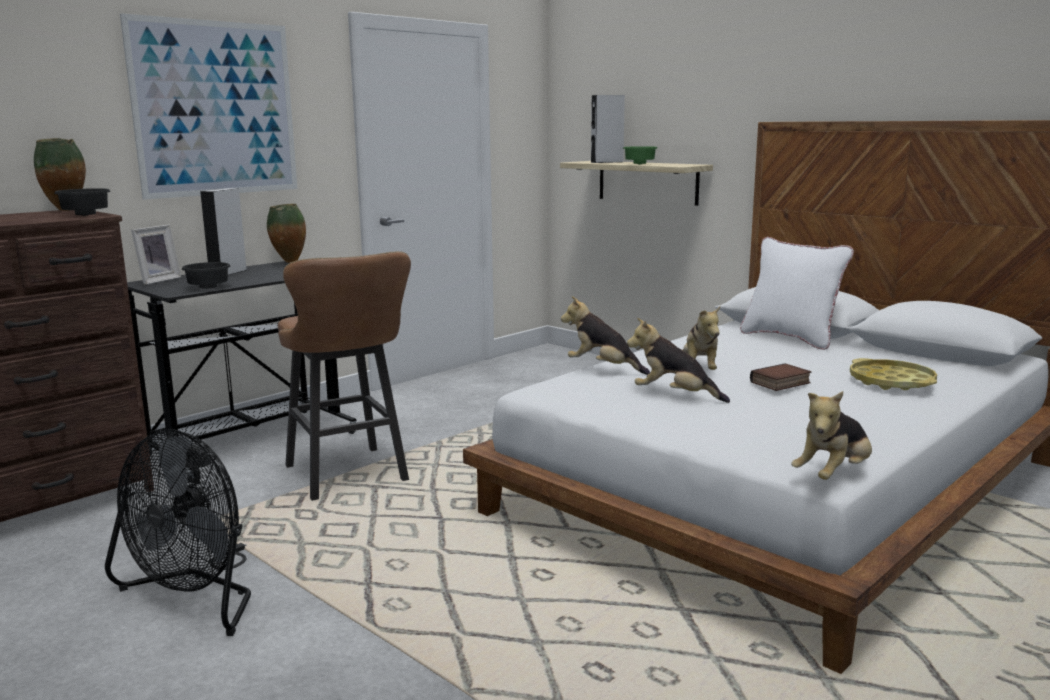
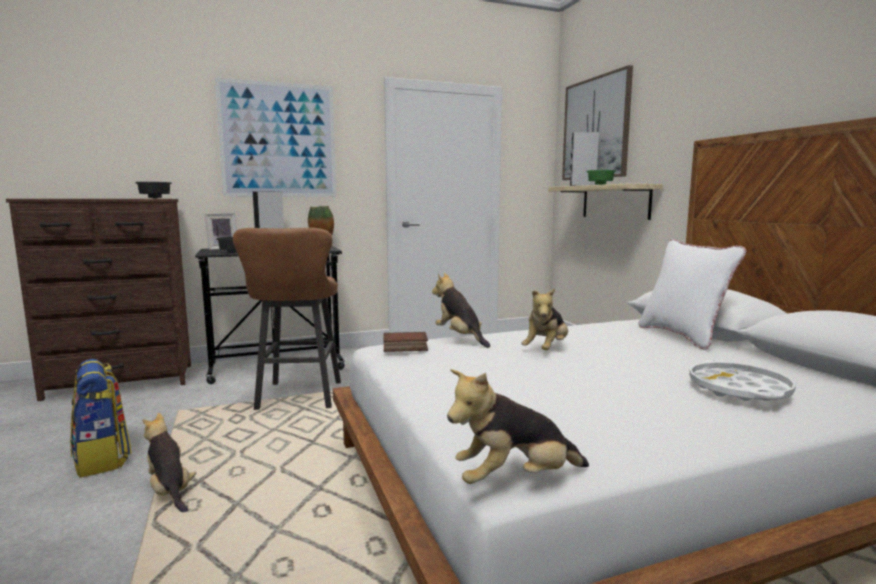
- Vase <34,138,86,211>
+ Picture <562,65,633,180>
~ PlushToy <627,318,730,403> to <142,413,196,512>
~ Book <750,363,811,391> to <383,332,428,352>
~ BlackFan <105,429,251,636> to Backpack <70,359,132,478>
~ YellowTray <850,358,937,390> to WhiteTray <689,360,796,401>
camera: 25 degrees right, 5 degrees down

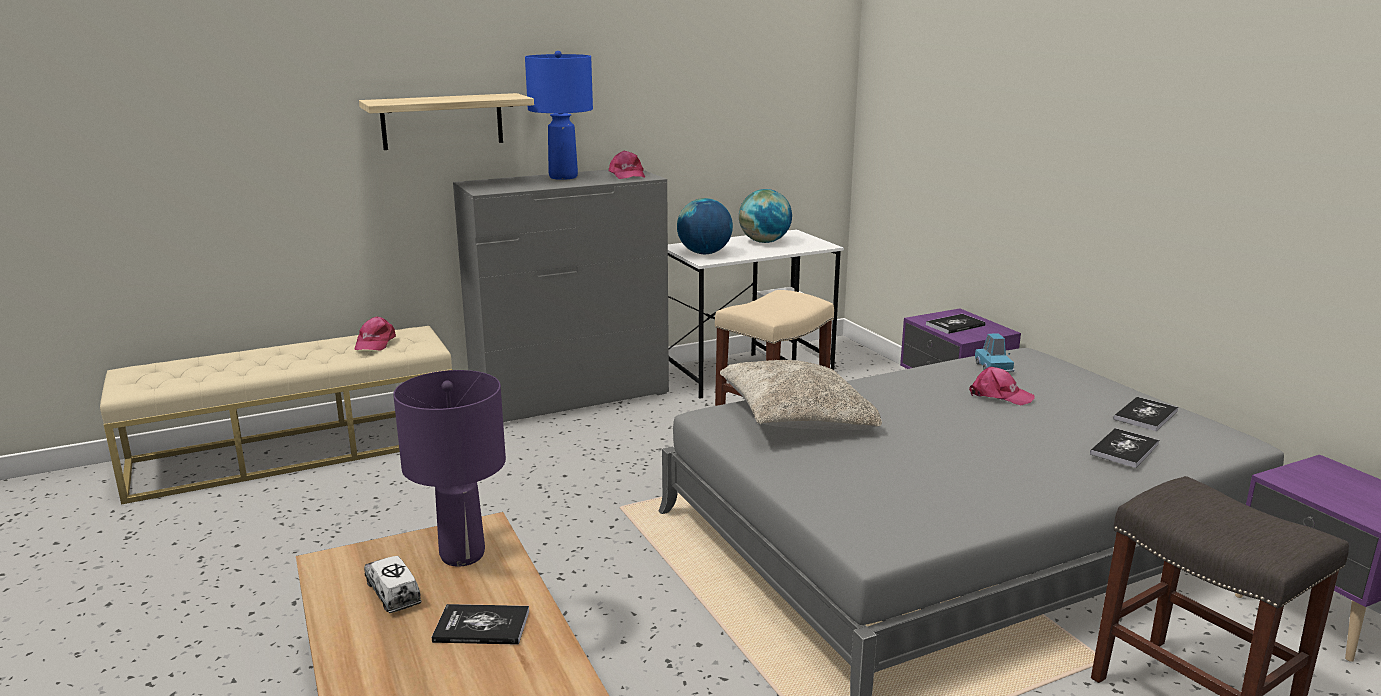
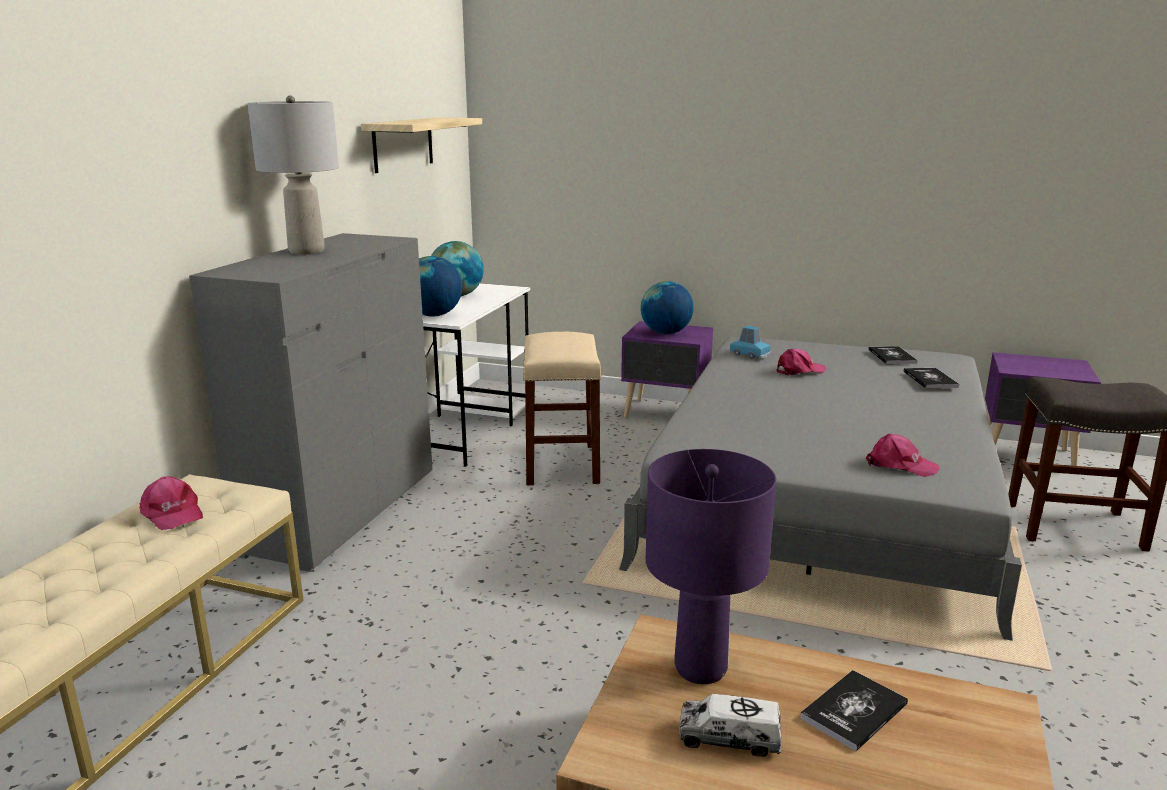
- BeigePillow <720,360,882,430>
~ Shelf <359,93,534,150> to <361,117,482,173>
~ PinkCap <608,151,645,179> to <866,434,939,477>
~ Book <926,314,986,334> to Globe <641,281,694,334>
~ BlueTableLamp <525,51,593,180> to GreyTableLamp <248,96,339,255>
camera: 45 degrees left, 0 degrees up

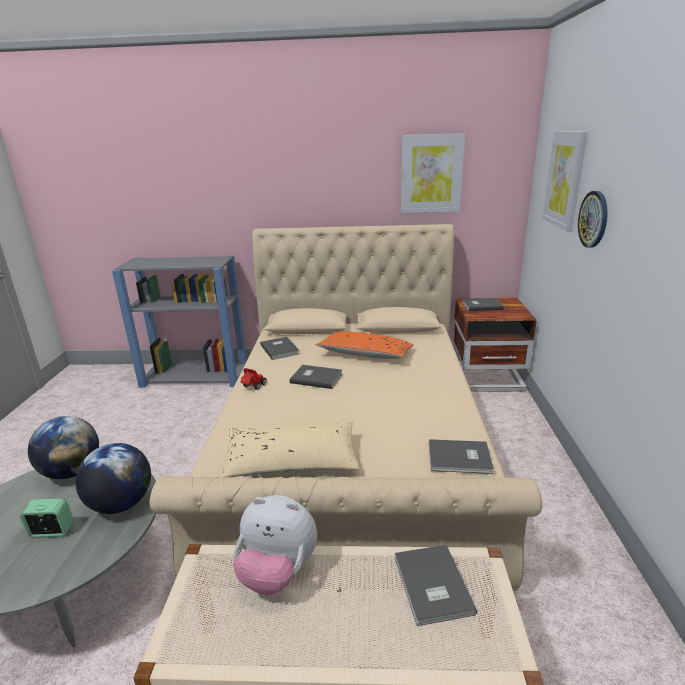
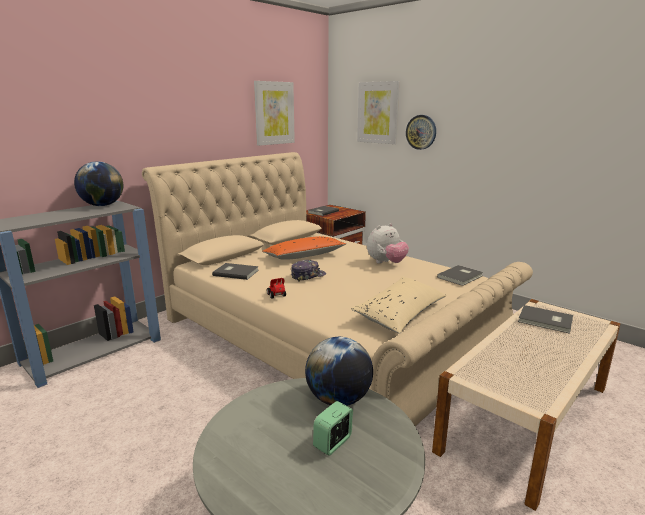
~ Globe <28,416,99,479> to <74,161,123,206>
~ PlushToy <233,495,317,595> to <367,223,409,264>
~ GreyBook <290,365,342,389> to Cap <291,260,326,282>
camera: 50 degrees left, 5 degrees down

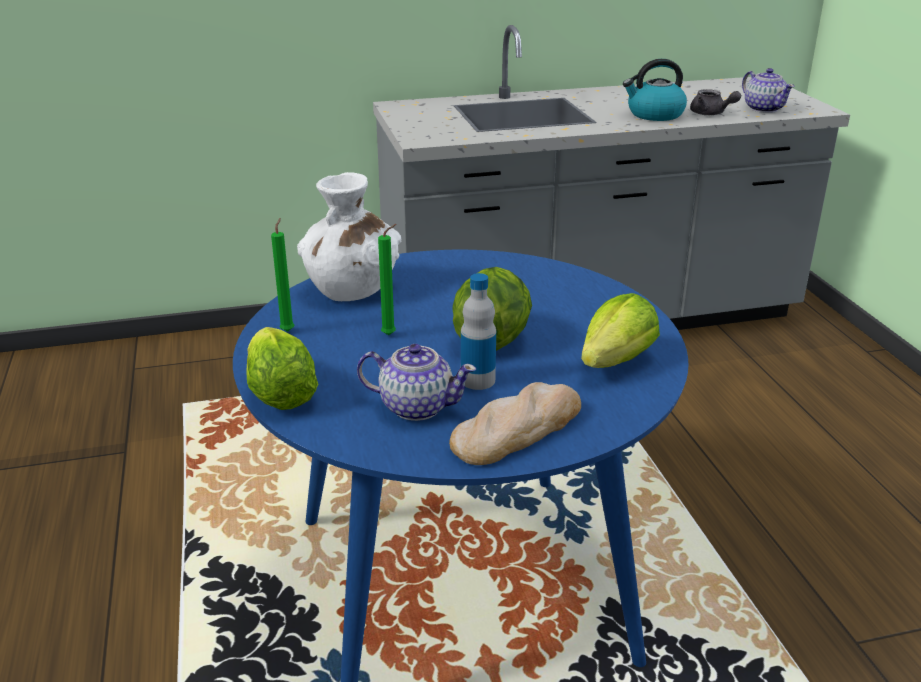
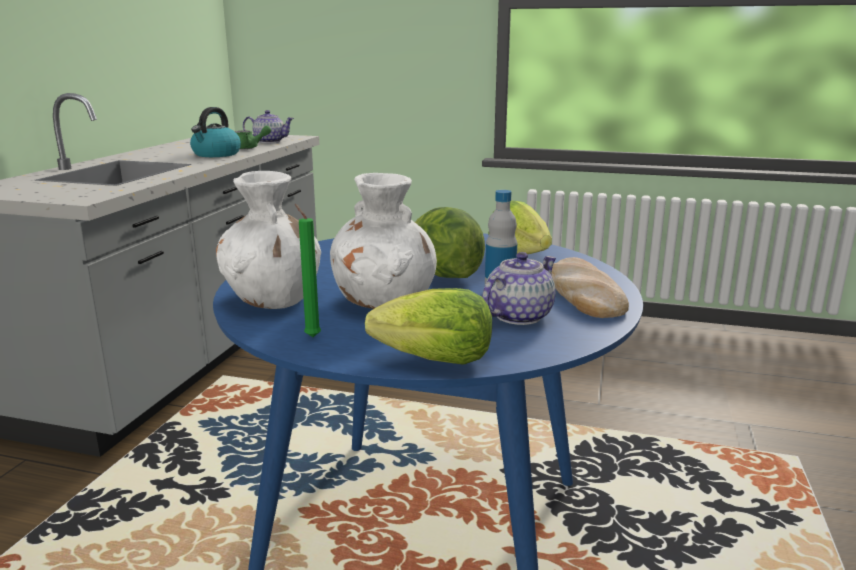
~ GreenCandle <378,224,397,335> to WhiteVase <330,173,437,309>
~ GreyTeapot <690,89,741,115> to GreenTeapot <235,126,271,150>
camera: 60 degrees left, 10 degrees down

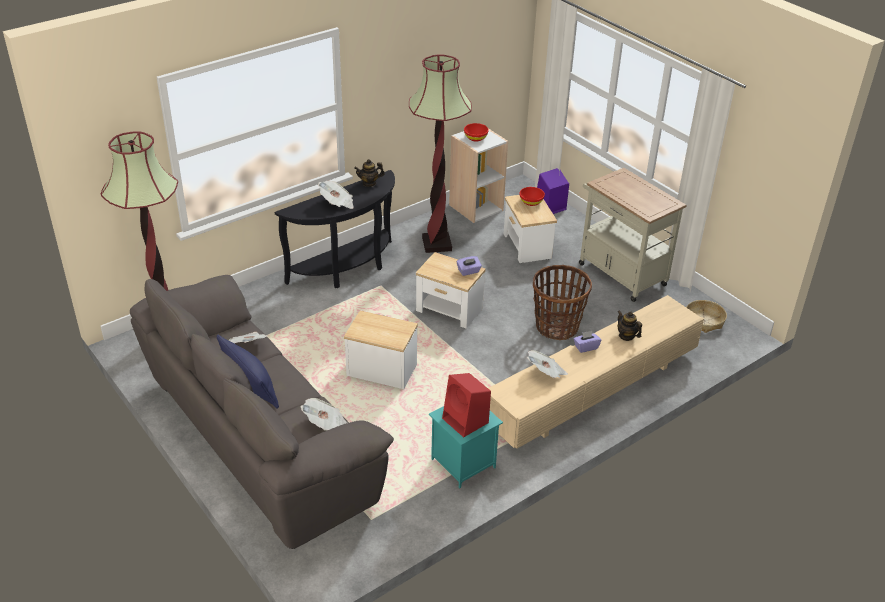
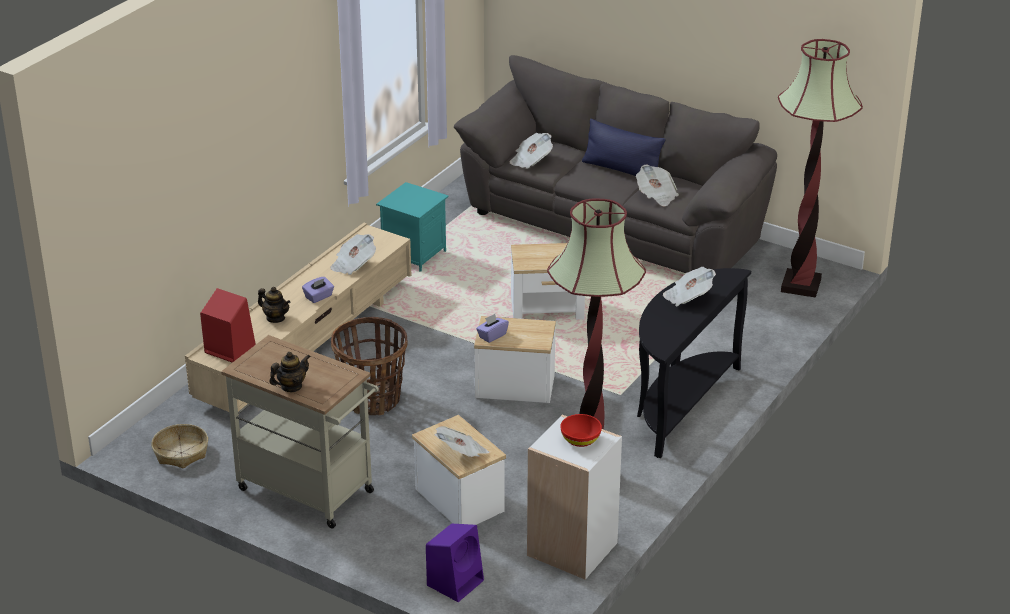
~ Teapot <354,159,385,187> to <269,352,311,392>
~ RedSpeaker <442,373,491,437> to <200,288,256,363>
~ RedBowl <520,187,545,206> to Newspaper <434,426,489,457>
camera: 160 degrees right, 5 degrees down

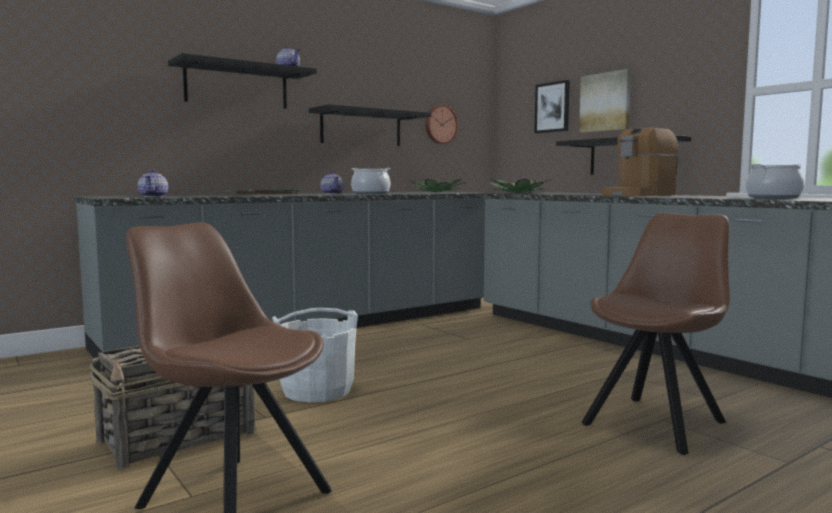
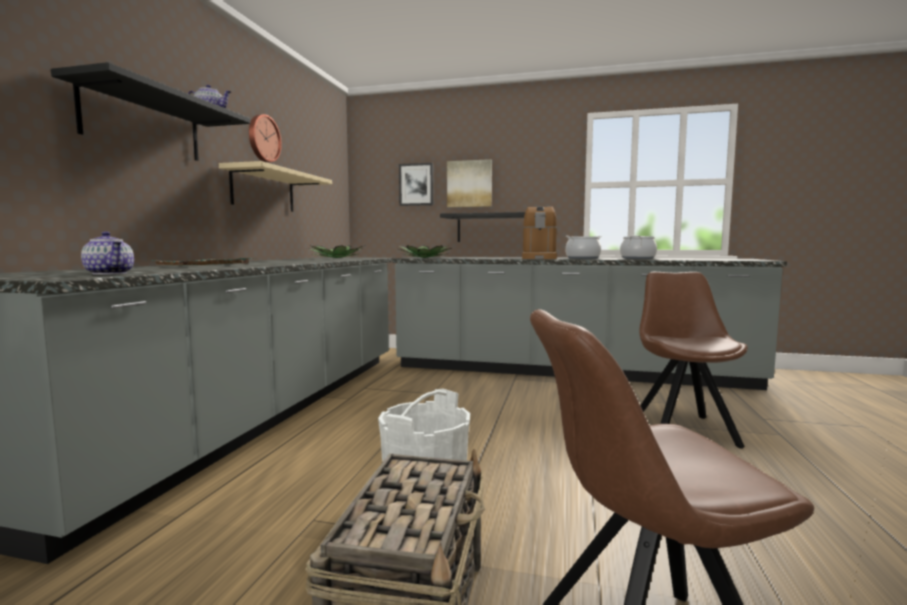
- Teapot <321,171,344,194>
~ CookingPot <351,168,391,194> to <565,236,602,259>
~ WallClock <425,105,458,144> to <249,114,282,162>
~ BlackShelf <309,104,431,146> to BeigeShelf <219,161,332,212>
camera: 40 degrees left, 0 degrees up

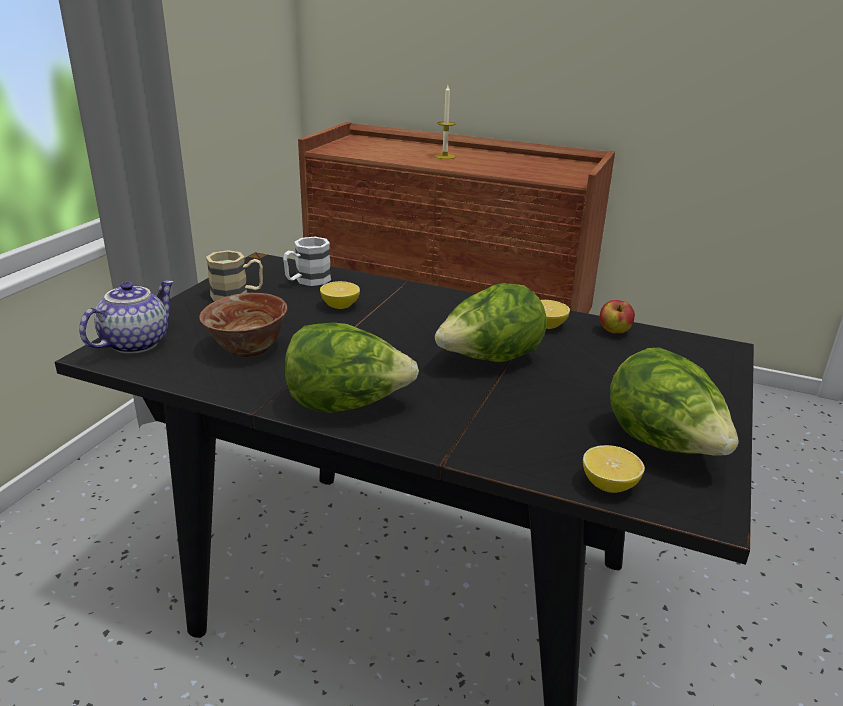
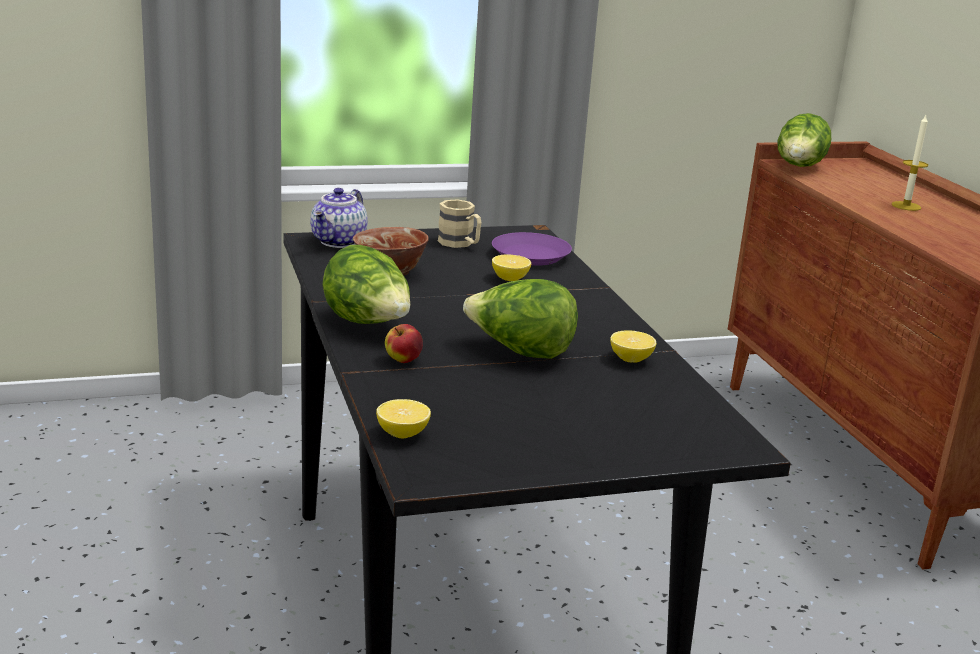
~ Apple <600,300,635,334> to <385,324,423,363>
~ Lettuce <610,347,739,456> to <777,113,831,167>
~ WhiteMug <283,237,331,286> to PurplePlate <492,232,572,266>
~ Teapot <79,280,174,354> = <310,188,368,248> 120 degrees clockwise
camera: 50 degrees right, 5 degrees down

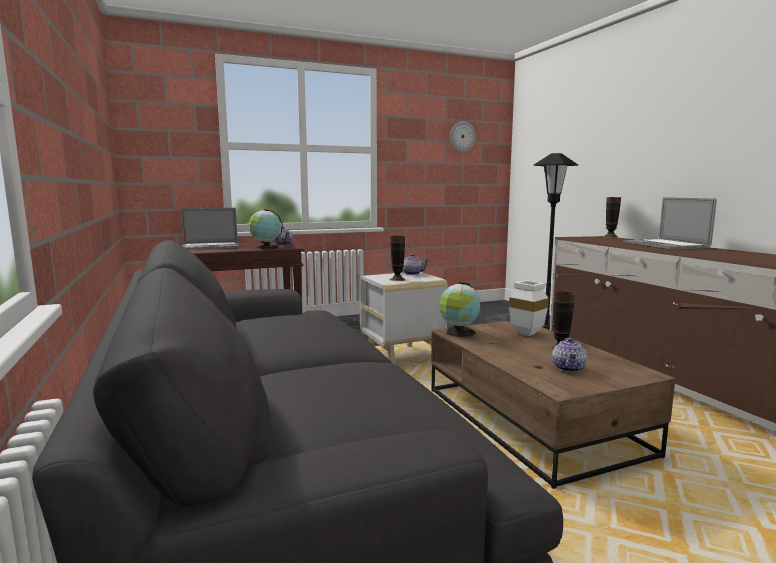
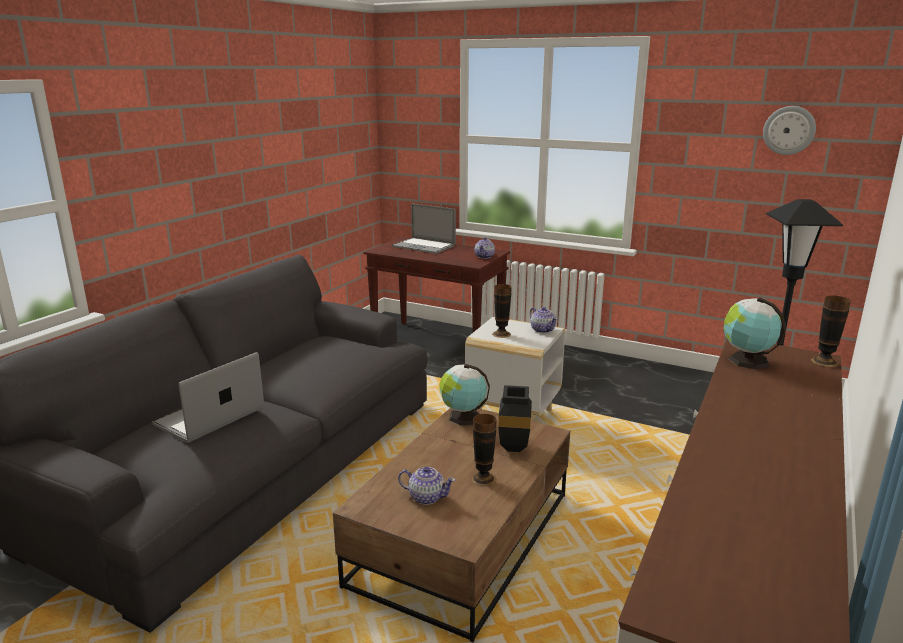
~ Globe <249,209,283,249> to <723,297,786,370>
~ Laptop <623,197,717,250> to <152,352,264,443>
~ WhiteVase <509,280,548,336> to BlackVase <498,385,532,452>
~ Teapot <552,338,587,373> = <398,467,456,505> 135 degrees counterclockwise
camera: 50 degrees right, 10 degrees up

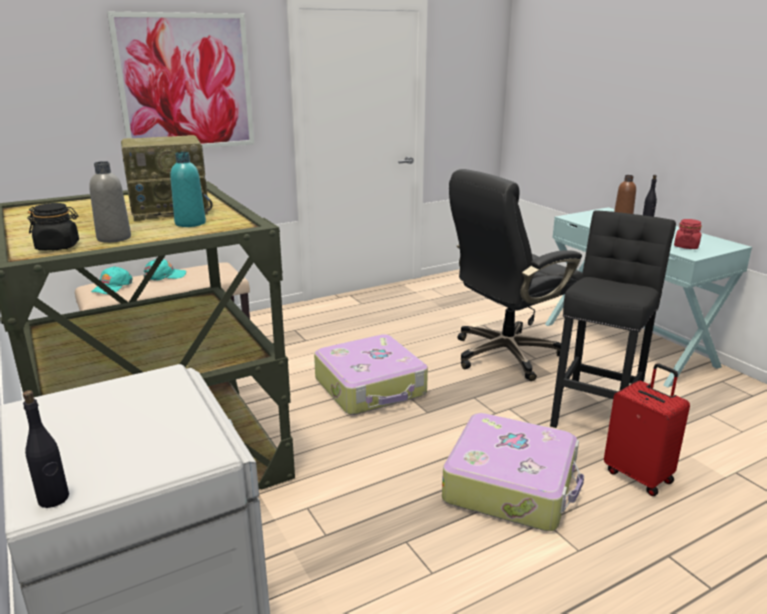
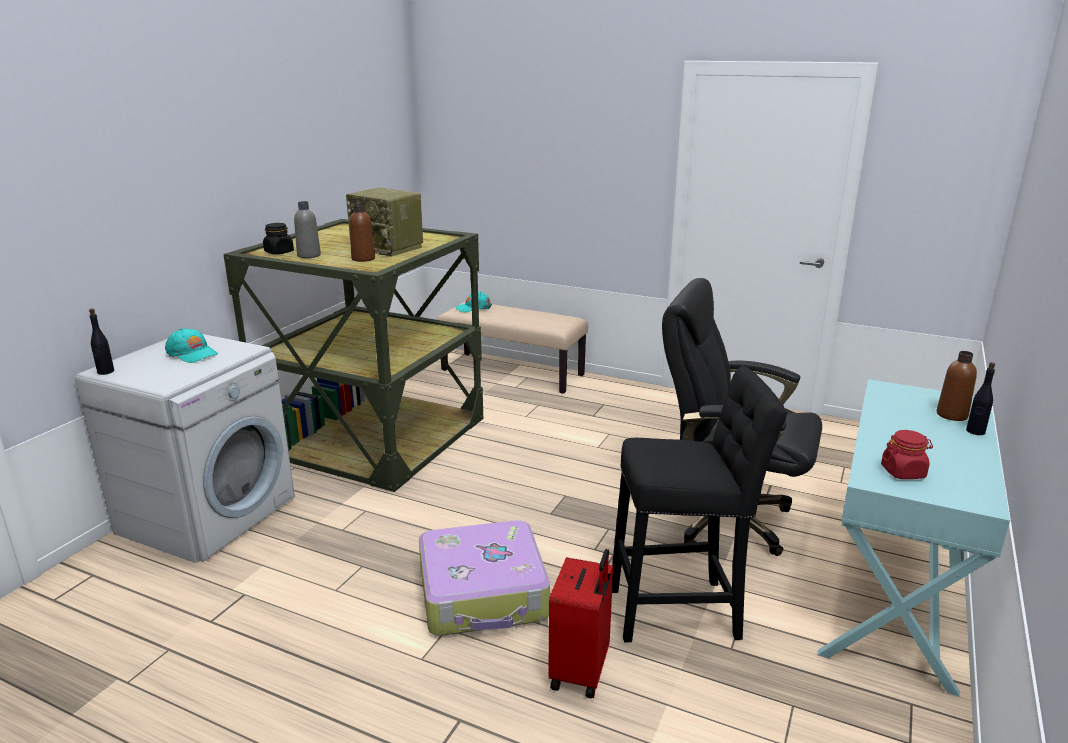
- Picture <107,12,254,148>
- Suitcase <314,334,428,415>
~ TurquoiseCap <143,259,186,281> to <165,328,218,363>
~ TurquoiseBottle <170,152,206,227> to BrownBottle <349,204,375,262>
camera: 55 degrees right, 0 degrees up

